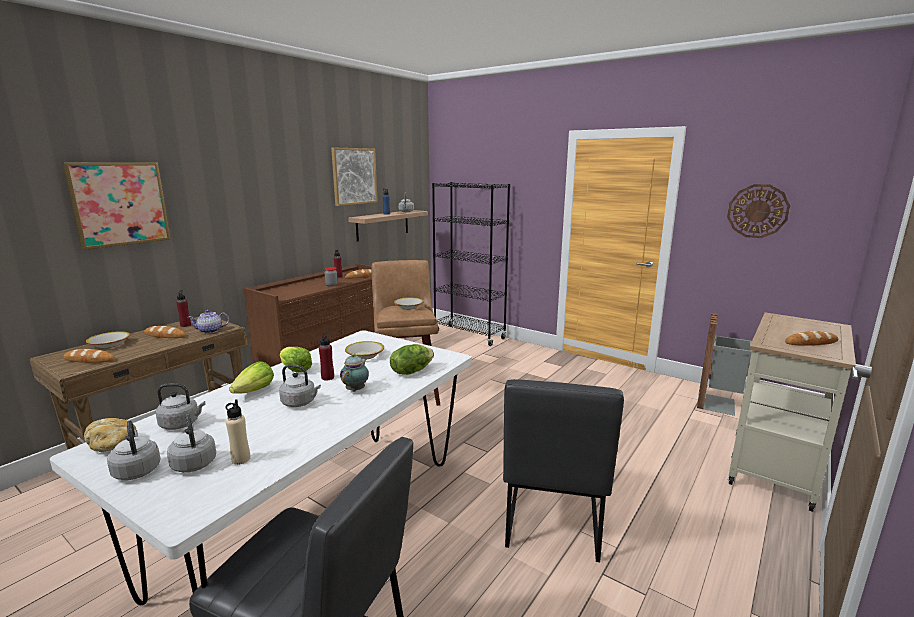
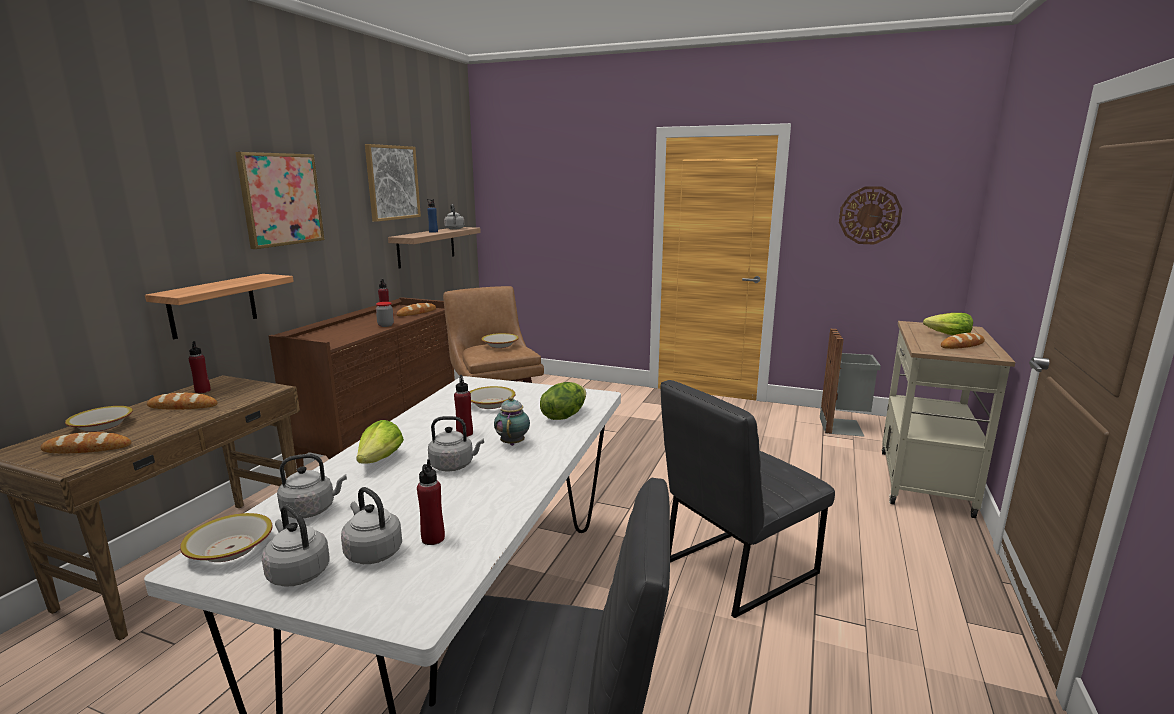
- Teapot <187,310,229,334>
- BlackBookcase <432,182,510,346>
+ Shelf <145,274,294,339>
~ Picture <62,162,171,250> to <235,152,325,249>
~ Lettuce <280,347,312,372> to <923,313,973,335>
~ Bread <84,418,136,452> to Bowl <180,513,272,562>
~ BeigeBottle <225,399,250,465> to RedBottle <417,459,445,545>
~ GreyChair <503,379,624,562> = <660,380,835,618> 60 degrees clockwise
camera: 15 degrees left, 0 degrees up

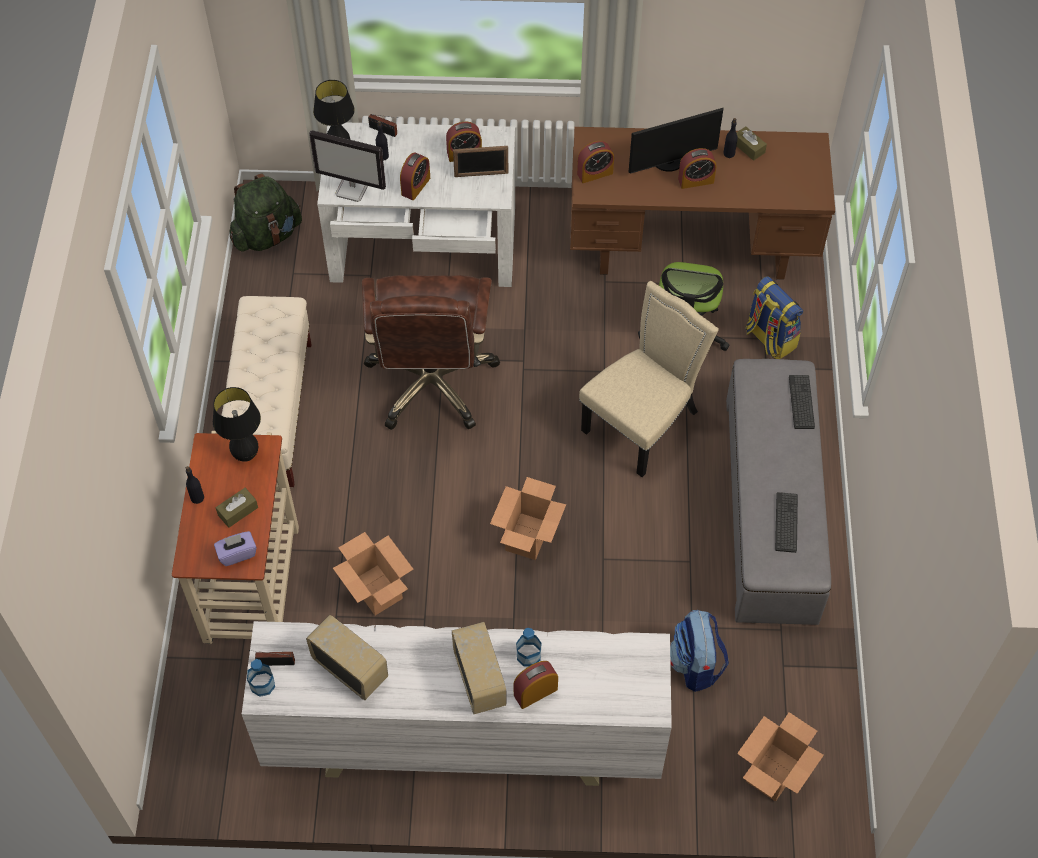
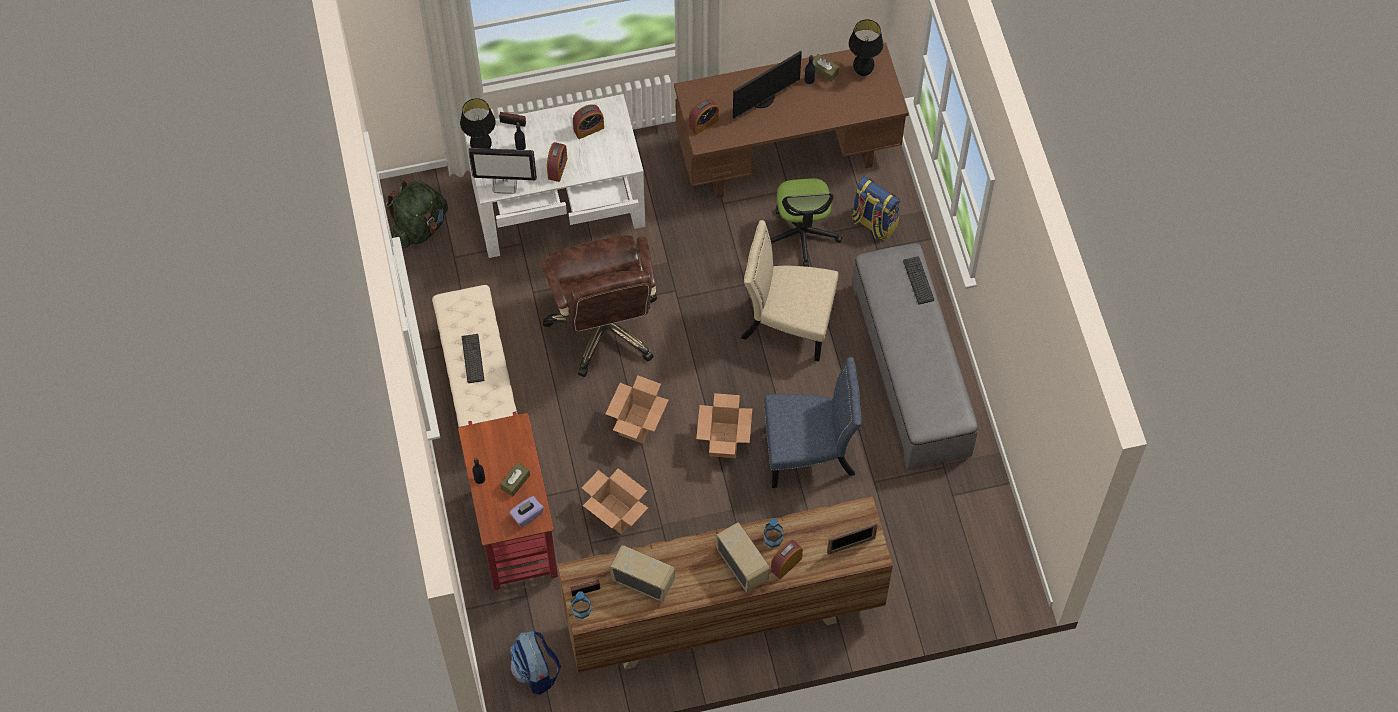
- AlarmClock <678,148,716,189>
+ BlueChair <764,357,862,488>
~ BlackTableLamp <213,387,261,462> to <849,19,883,76>
~ PictureFrame <453,146,508,177> to <827,522,878,555>
~ Backpack <670,610,729,692> to <510,631,561,695>
~ CardboardBox <737,712,824,801> to <606,375,669,444>
~ Keyboard <775,492,798,553> to <462,334,484,383>
~ BeigeCart <172,431,299,644> to RedCart <458,411,558,590>
~ WhiteCabinet <242,621,672,786> to BrownCabinet <557,496,893,673>
~ BeigeChair <579,281,719,477> = <741,220,839,361> 105 degrees counterclockwise
camera: 15 degrees left, 5 degrees up

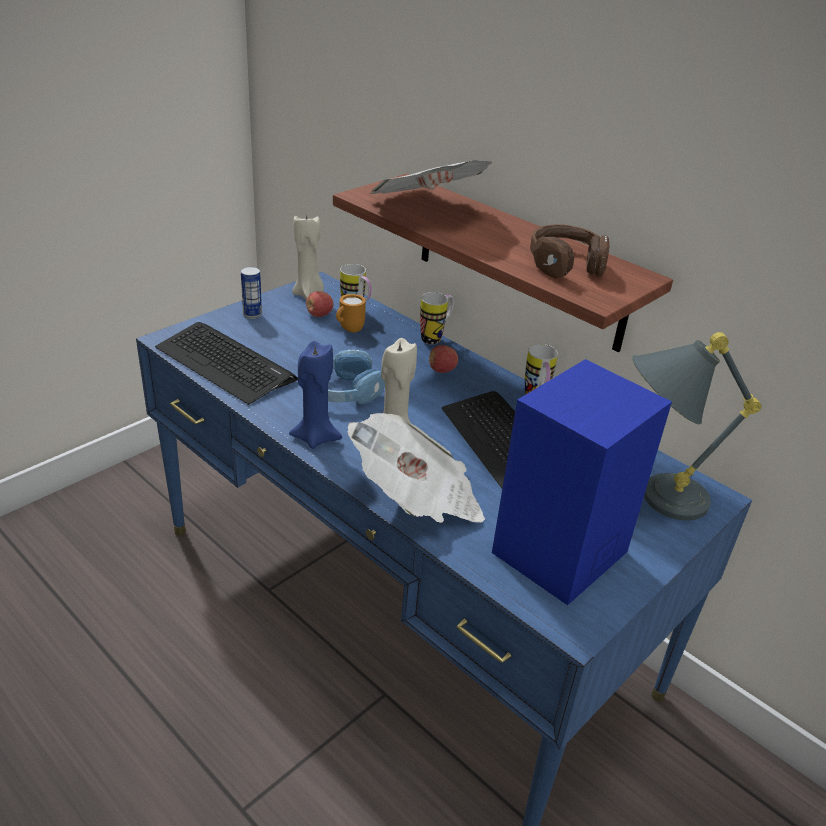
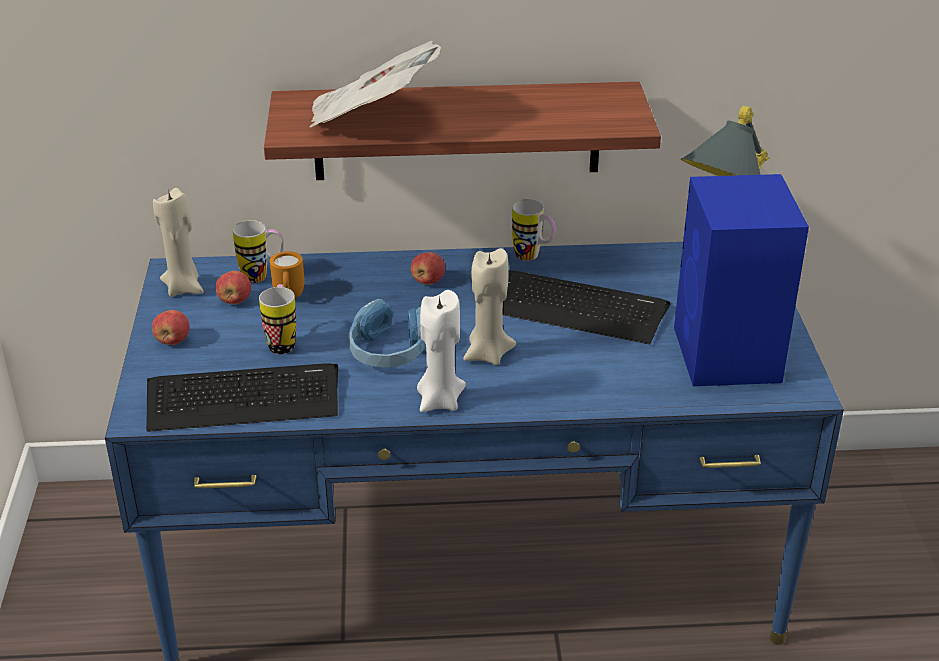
- Newspaper <347,413,485,523>
- BrownHeadphones <530,225,610,279>
~ Mug <420,292,454,344> to <259,284,296,355>
~ Can <241,267,262,319> to Apple <152,310,189,345>
~ BlueCandle <289,341,342,449> to WhiteCandle <417,290,466,412>
camera: 45 degrees left, 0 degrees up

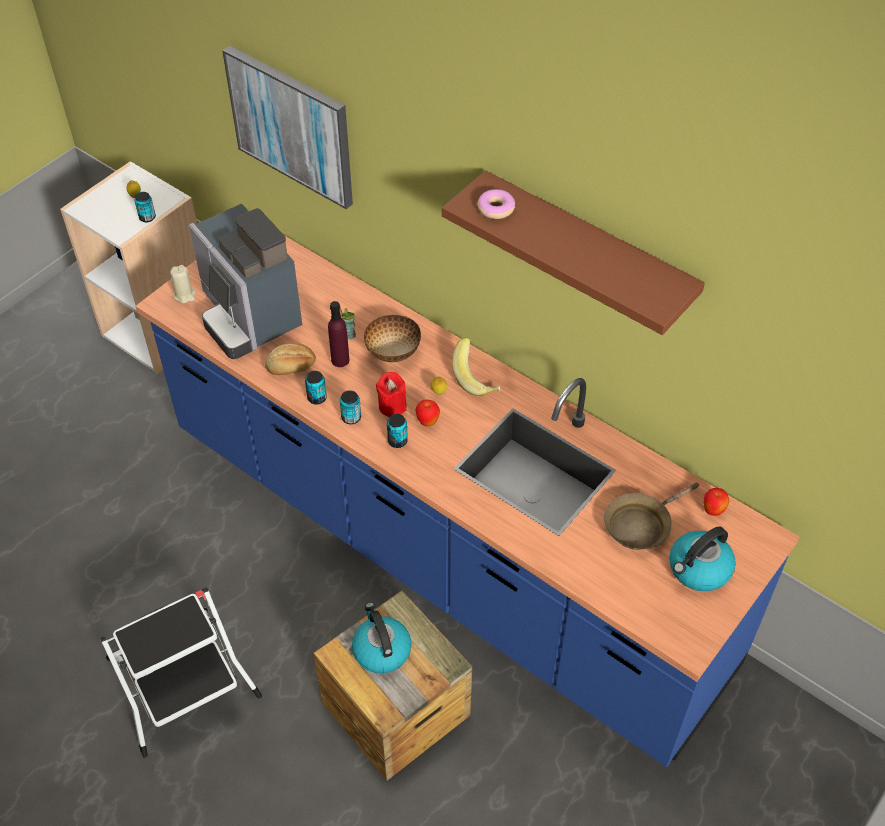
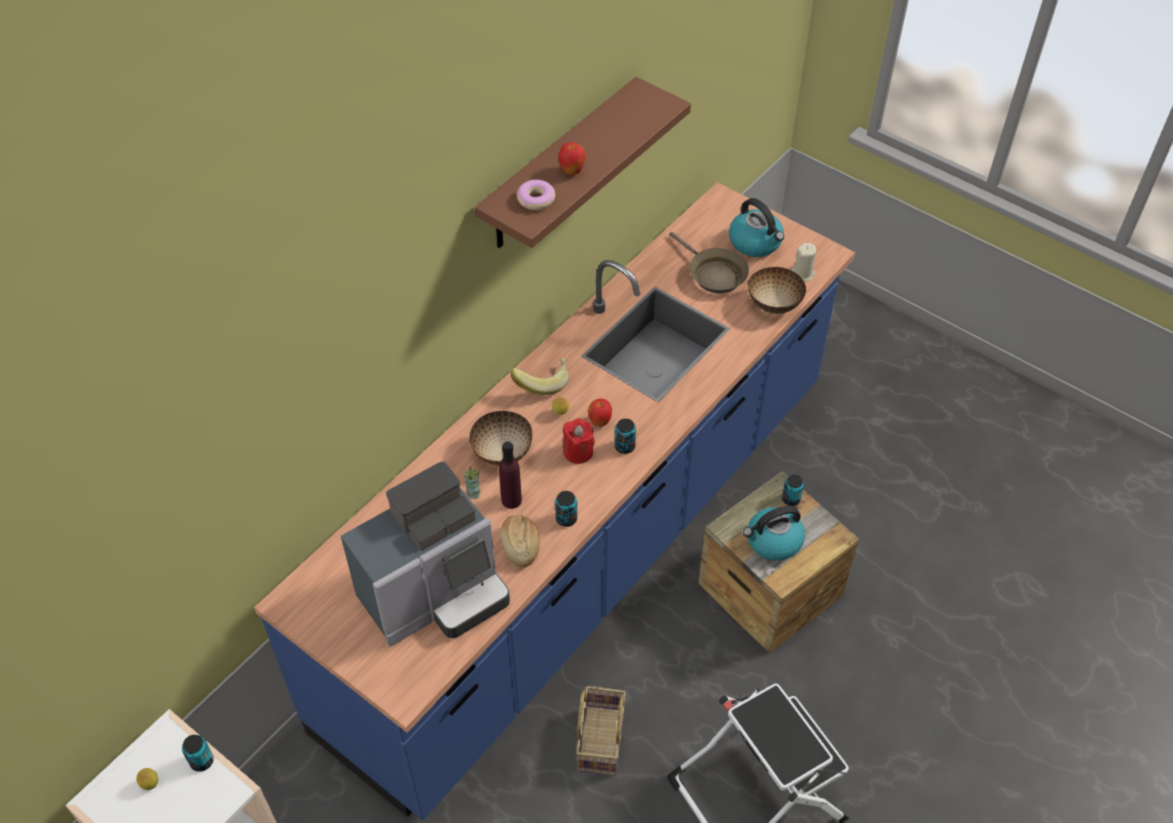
- Picture <222,45,353,209>
+ Basket <576,686,626,776>
+ Bowl <747,267,806,314>
~ BeigeCandle <170,265,196,304> to <791,243,816,282>
~ Can <340,390,361,424> to <782,475,804,506>
~ Apple <703,488,729,516> to <559,142,586,175>
camera: 90 degrees left, 0 degrees up

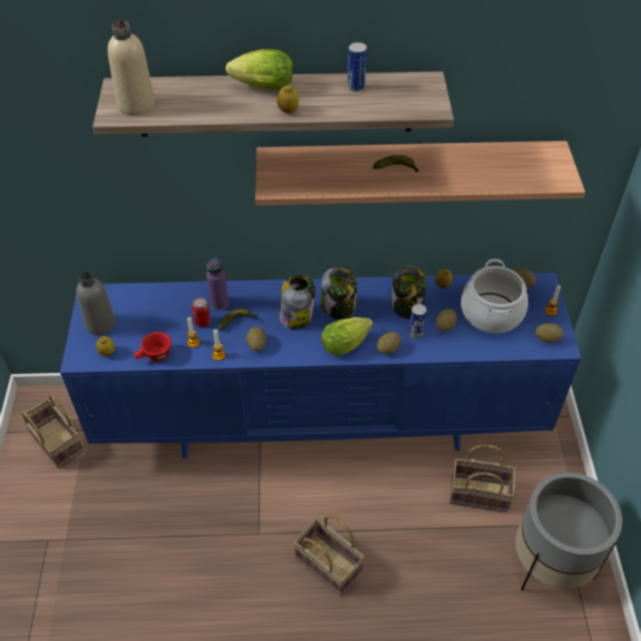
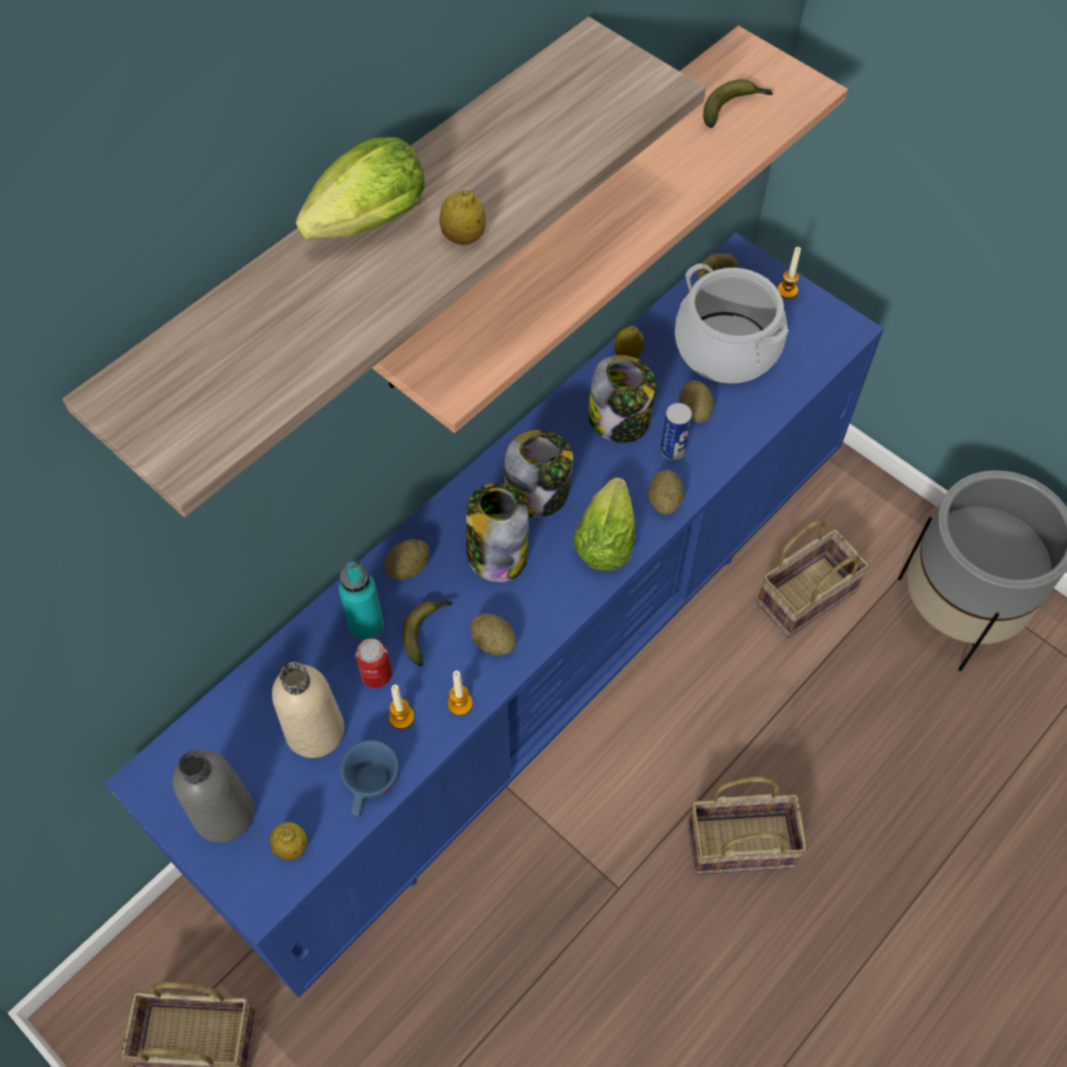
- Can <348,42,367,92>
~ BeigeBottle <108,20,155,115> to <272,662,345,758>
~ Banana <373,155,419,172> to <703,79,773,128>
~ Potato <535,323,563,343> to <384,539,430,580>
~ RedCup <134,332,171,362> to BlueCup <340,740,399,817>
~ PurpleBottle <206,258,229,310> to TurquoiseBottle <339,561,384,641>
camera: 45 degrees left, 10 degrees up

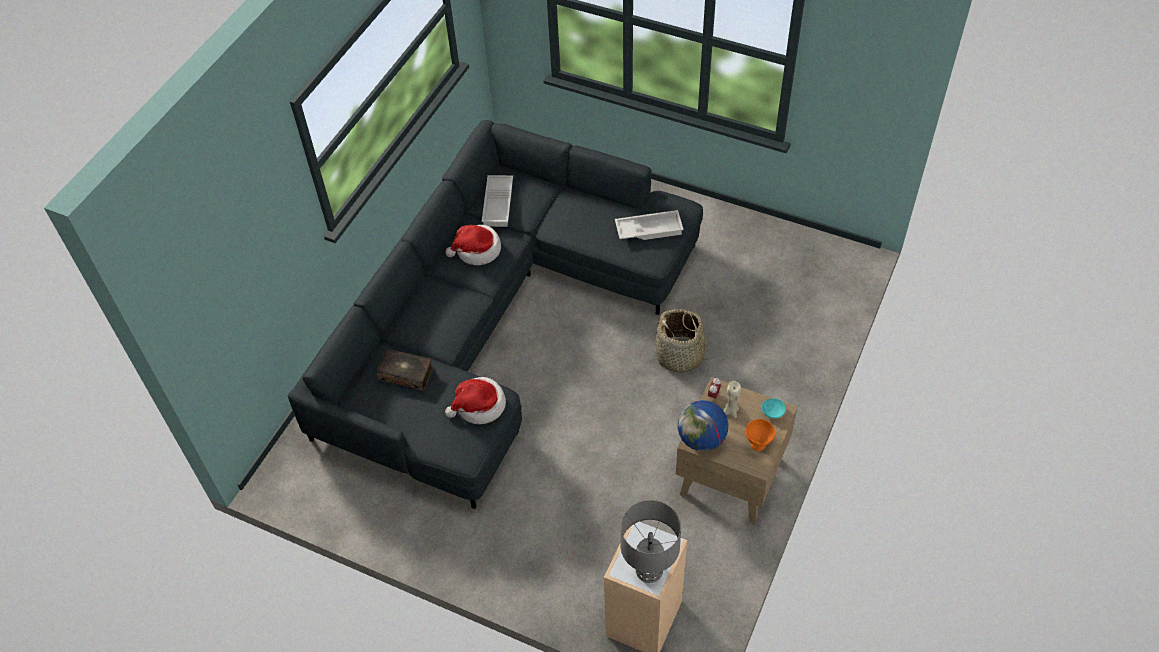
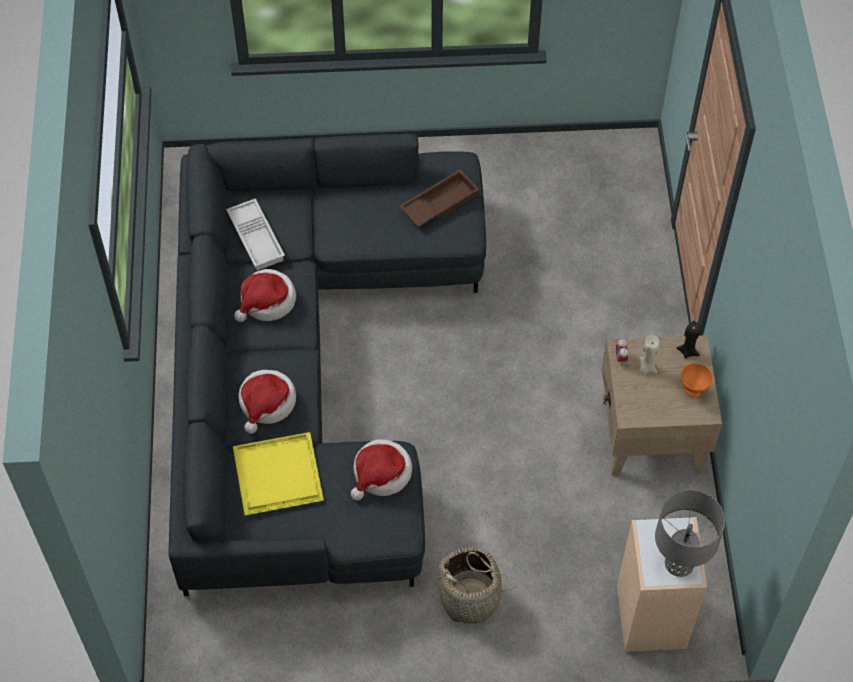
- Globe <677,400,728,451>
+ Hat <238,370,296,434>
~ Basket <652,309,712,373> to <431,547,516,624>
~ Book <376,349,434,391> to YellowTray <233,432,324,515>
~ TurquoiseBowl <761,398,786,419> to BlackCandle <677,321,702,359>
~ WhiteTray <615,210,684,240> to BrownTray <399,170,479,227>
camera: 30 degrees left, 5 degrees up

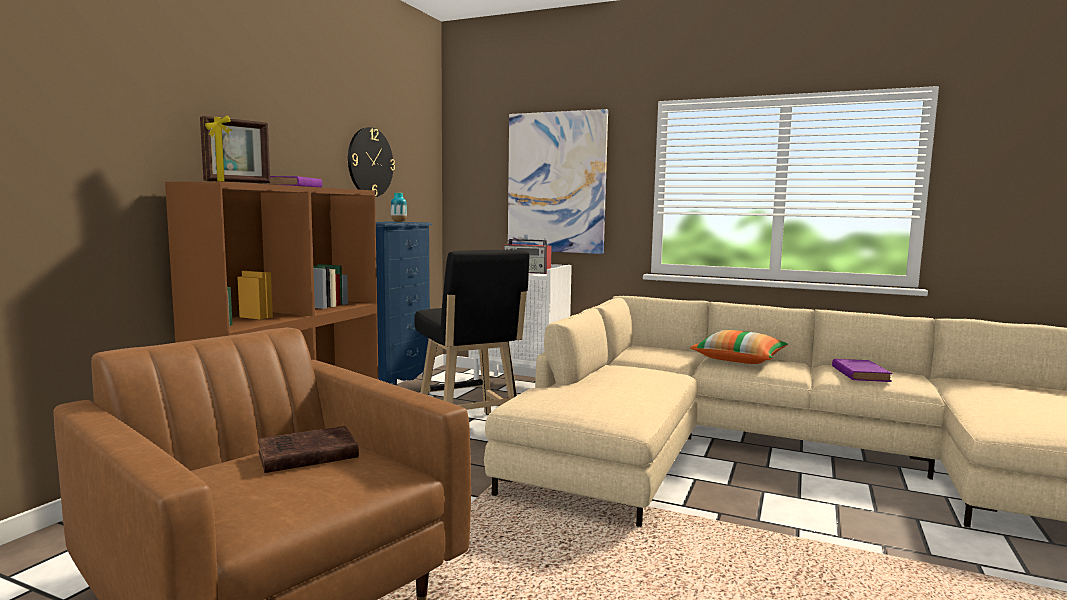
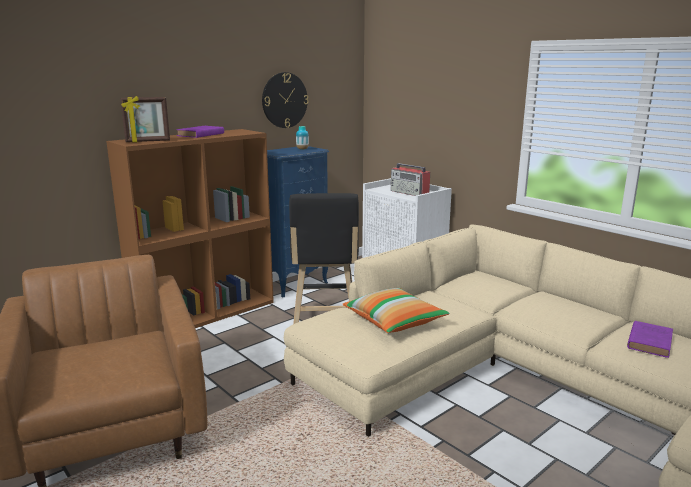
- BrownBook <258,426,359,473>
- Picture <508,109,608,254>
~ Pillow <690,330,788,364> to <343,288,450,333>
camera: 25 degrees right, 10 degrees up

